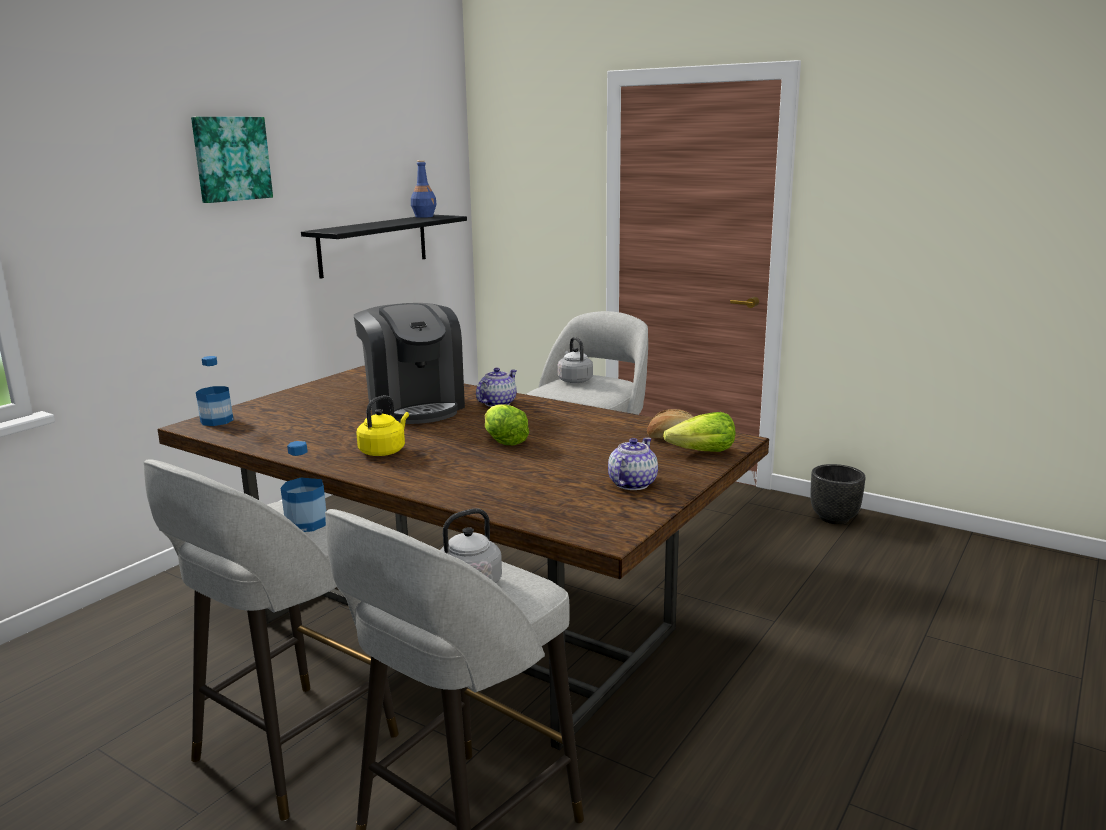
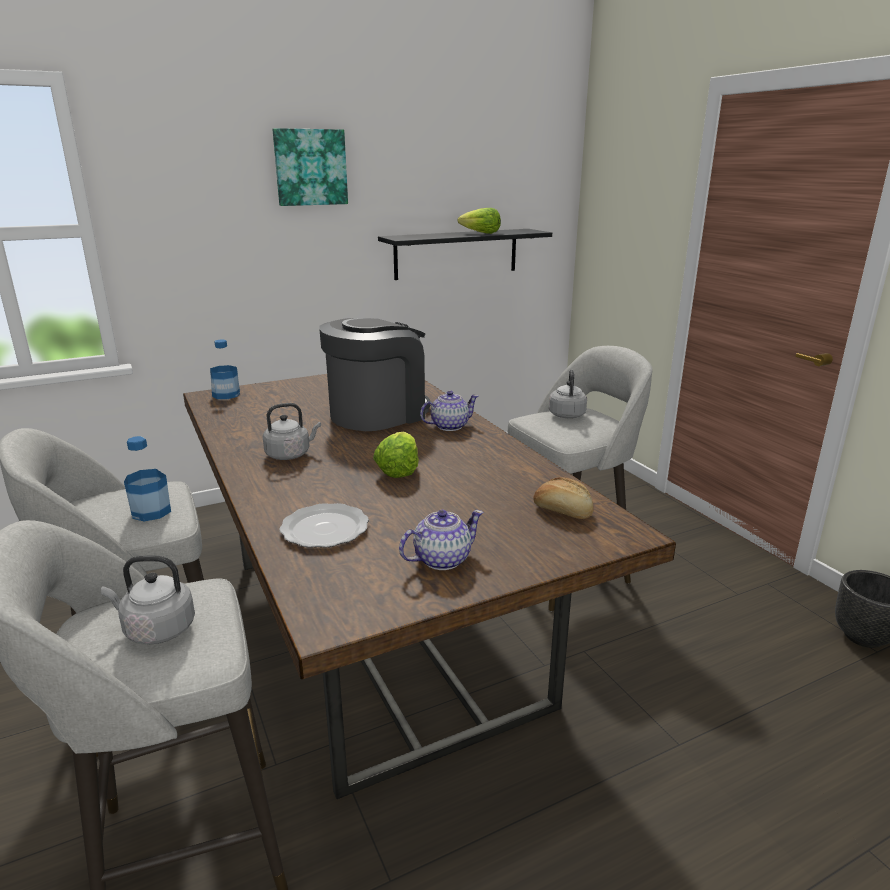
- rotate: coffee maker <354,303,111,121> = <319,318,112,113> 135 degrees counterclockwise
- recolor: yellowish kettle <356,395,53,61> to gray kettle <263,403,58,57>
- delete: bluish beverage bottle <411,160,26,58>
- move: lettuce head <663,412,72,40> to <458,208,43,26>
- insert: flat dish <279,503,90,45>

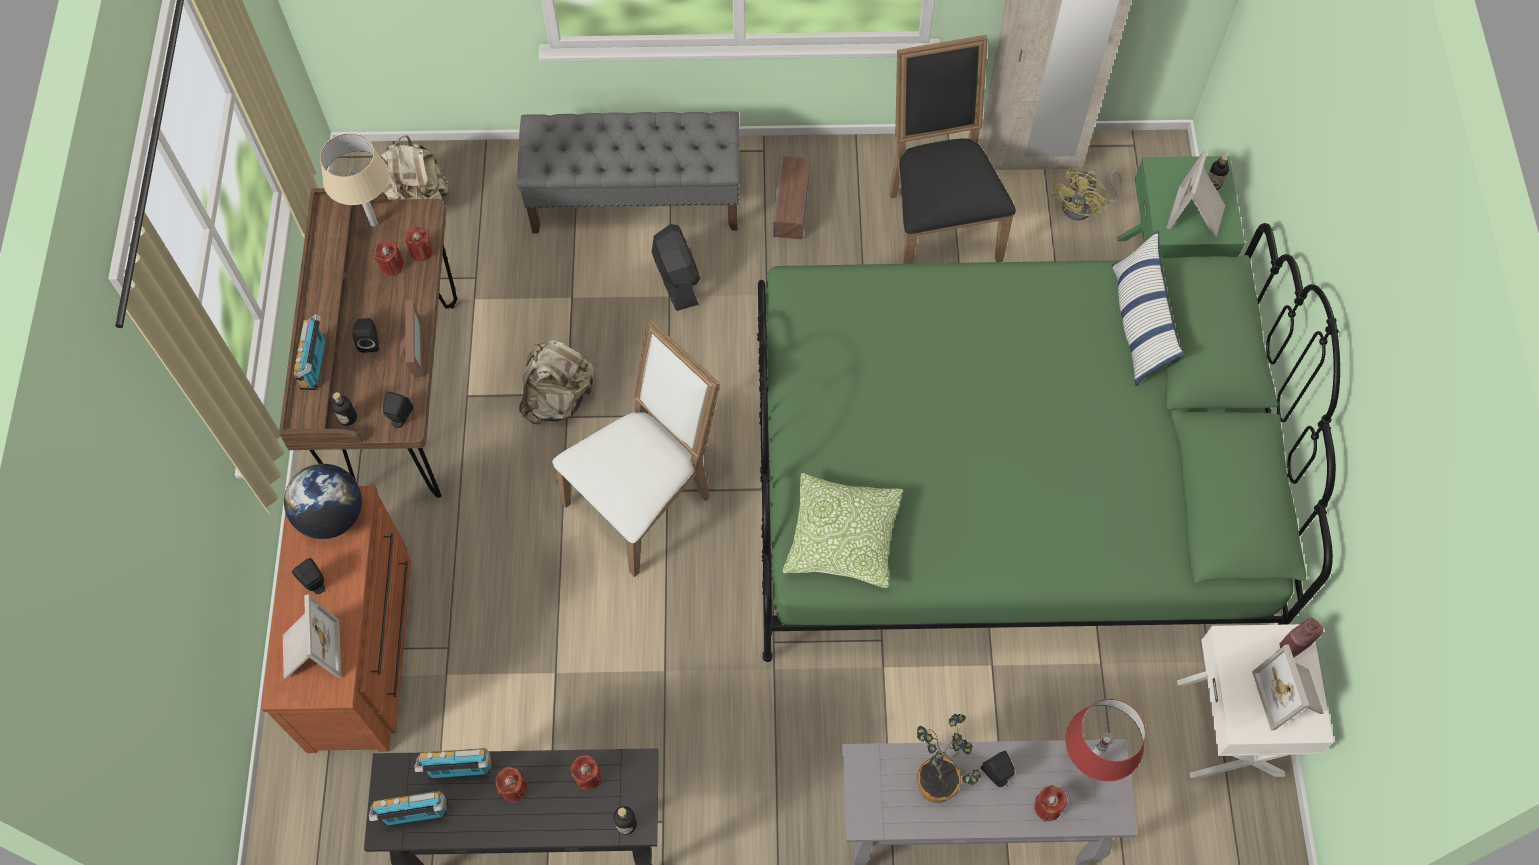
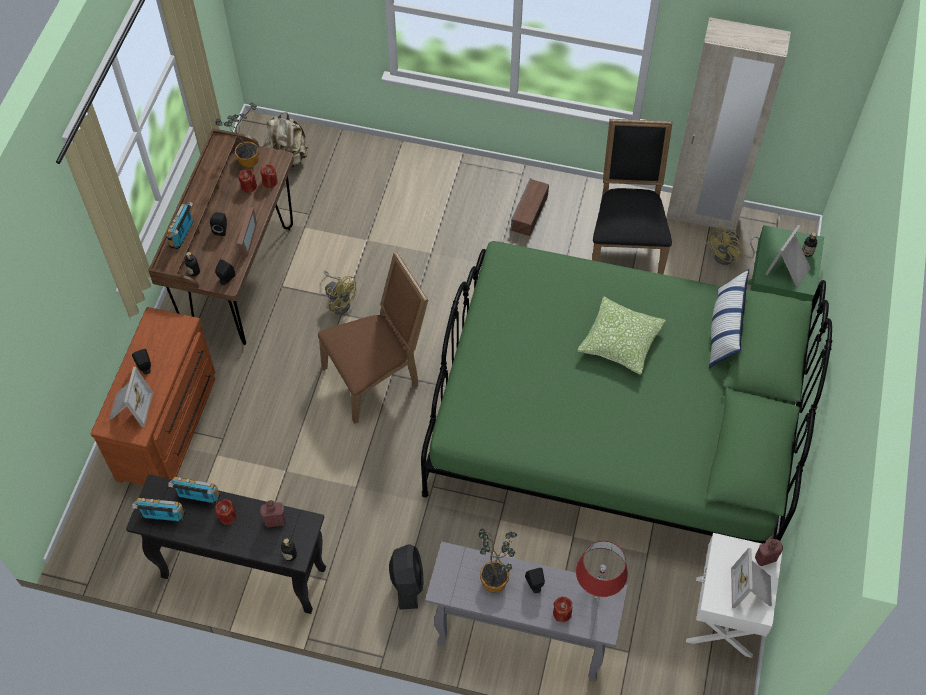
- delete: world globe <284,464,78,75>
- replace: beige lamp for a table <320,133,69,94> to potted plant <215,103,44,64>
- delete: gray bench <517,112,223,122>
- replace: beige rucksack <519,340,75,84> to yellowish electric fan <323,271,34,44>
- recolor: whitish chair <552,320,168,257> to brown chair <318,251,110,173>
- replace: reddish wax candle <570,755,32,35> to reddish beverage bottle <260,500,26,28>
- move: black-coloured electric fan <652,224,48,87> to <389,544,35,66>
- move: pillow <783,473,120,115> to <577,297,89,78>

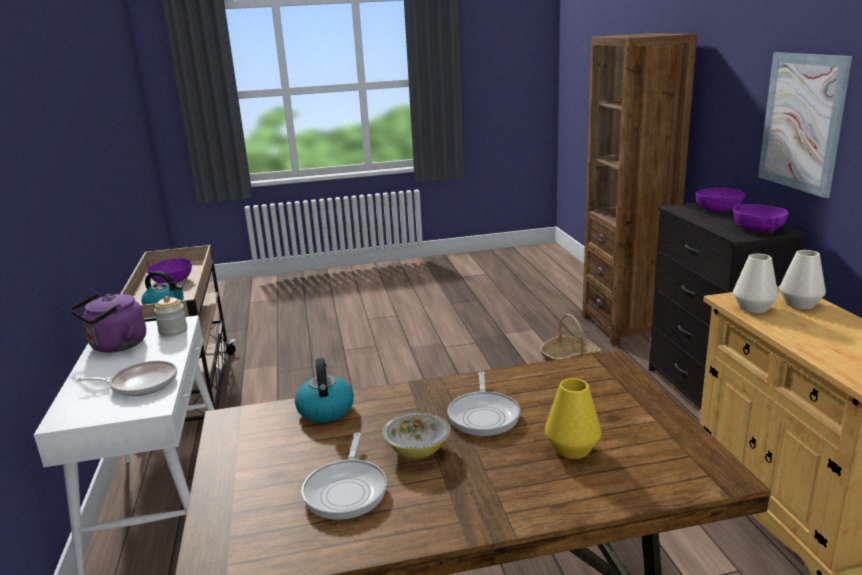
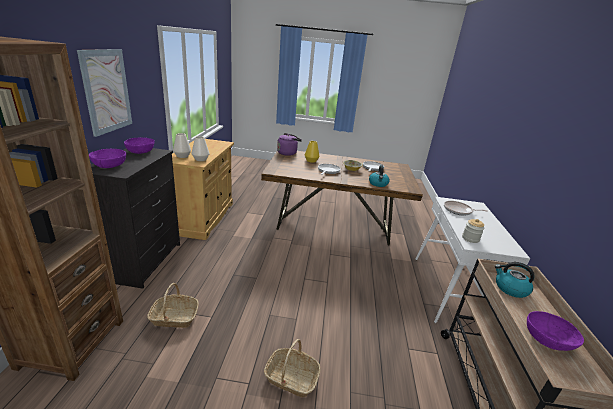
- move: purple-coloured kettle <70,293,76,60> to <277,133,25,23>
- insert: household basket <264,339,56,58>

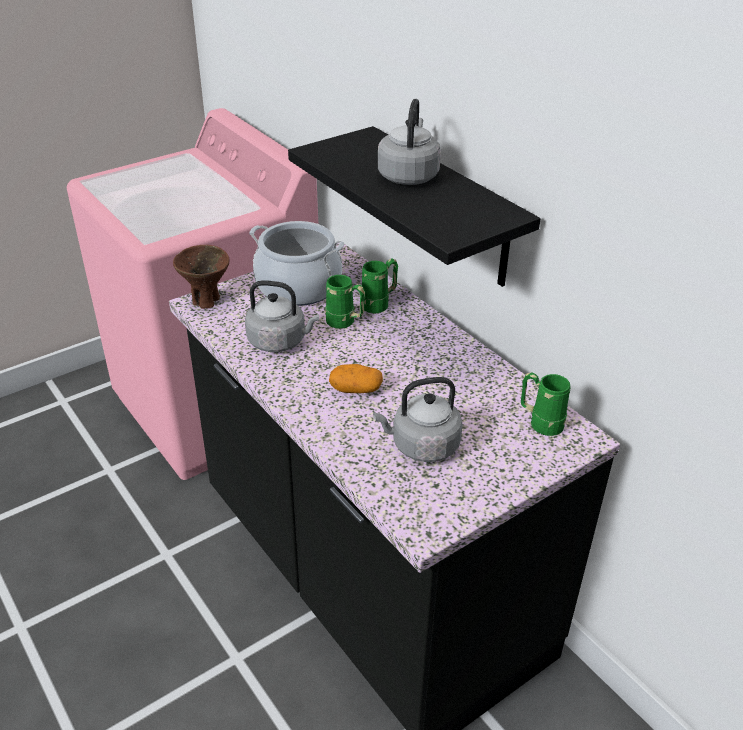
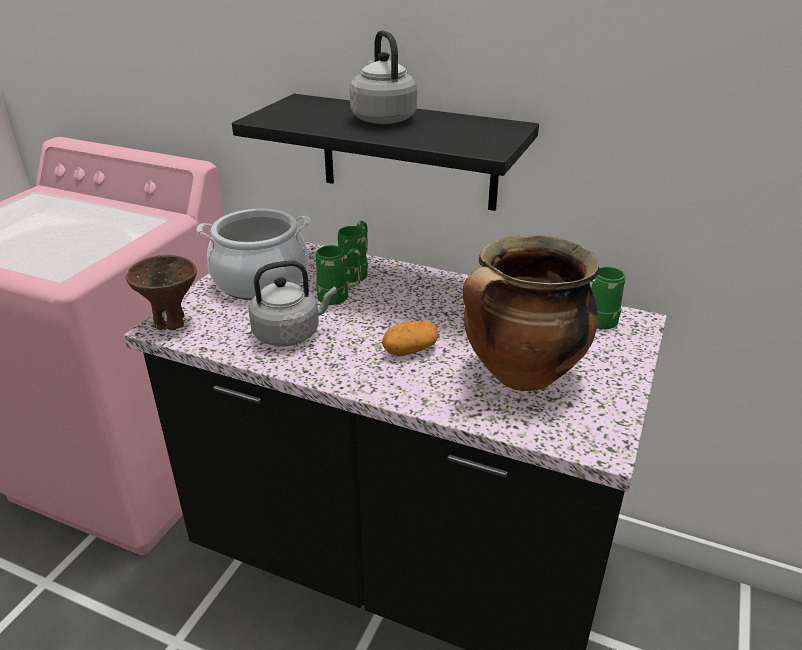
- replace: gray kettle <373,377,90,85> to stockpot <463,236,136,155>

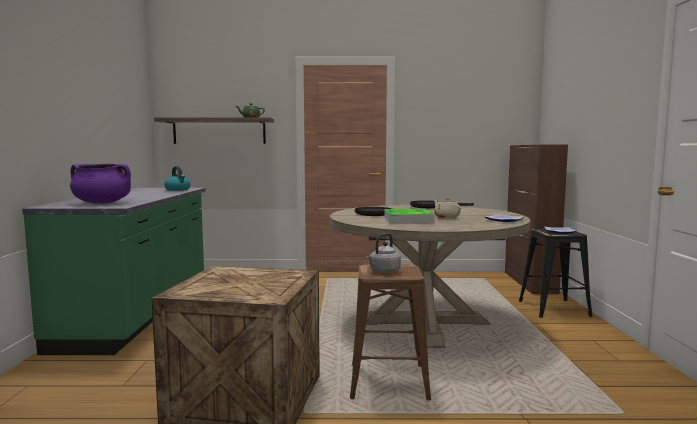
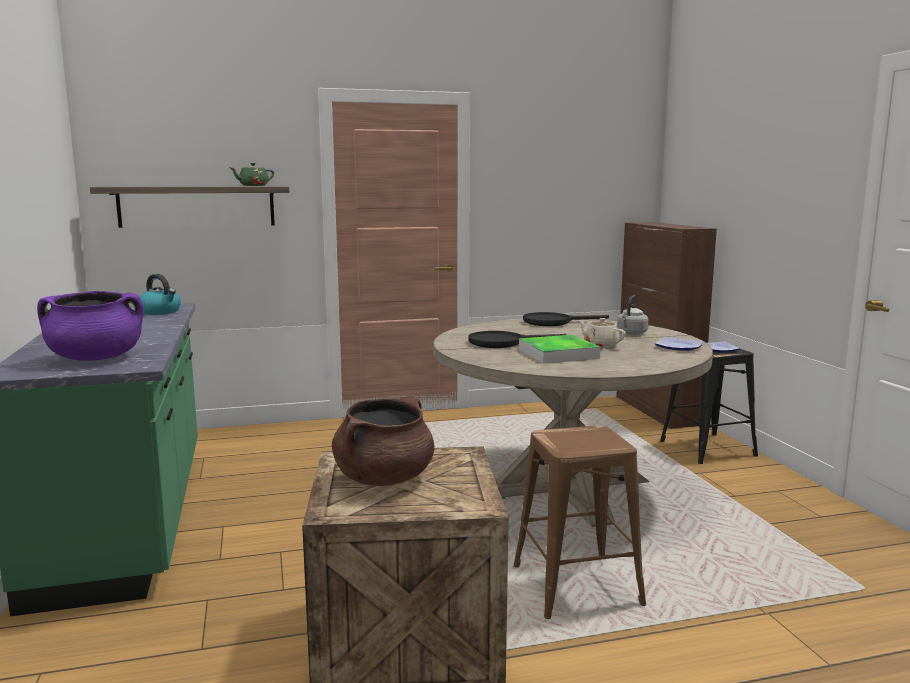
- move: gray kettle <366,233,35,40> to <617,295,32,40>
- insert: brown stockpot <332,396,102,90>

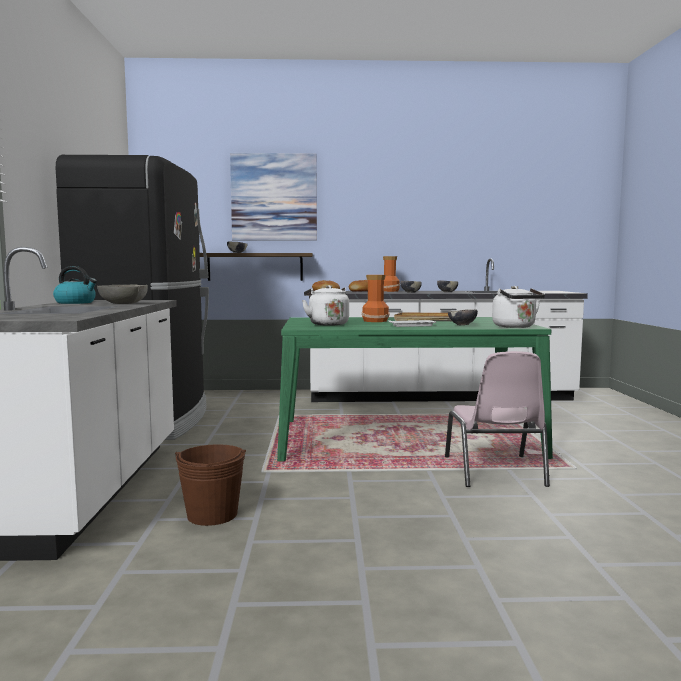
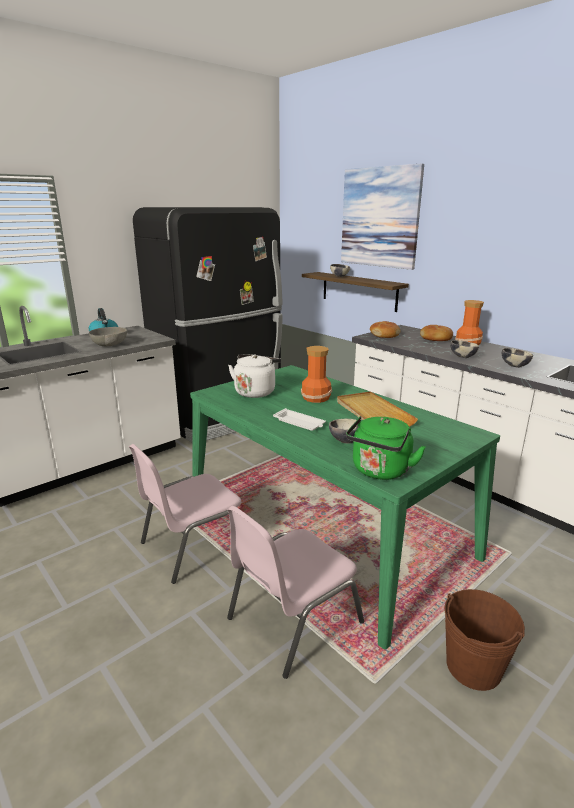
- move: brown pail <175,444,71,82> to <444,589,81,102>
- recolor: whitish kettle <492,286,53,42> to green kettle <346,416,80,64>
- insert: pink chair <129,444,112,140>

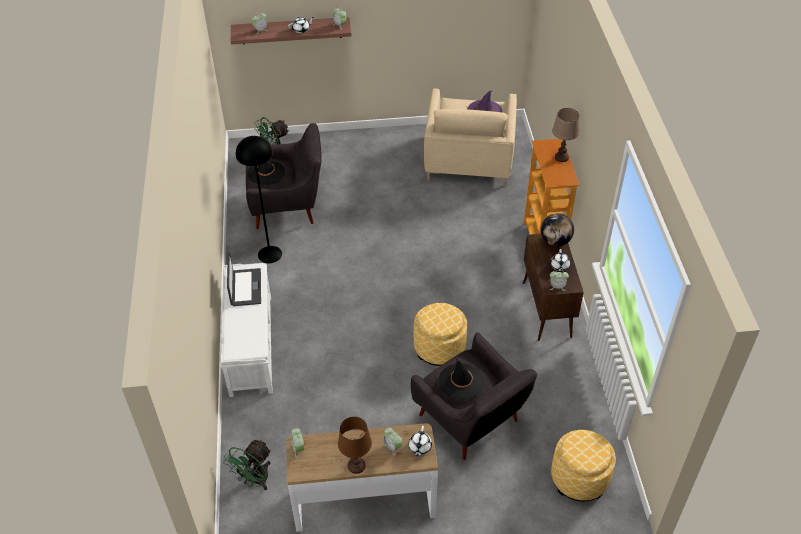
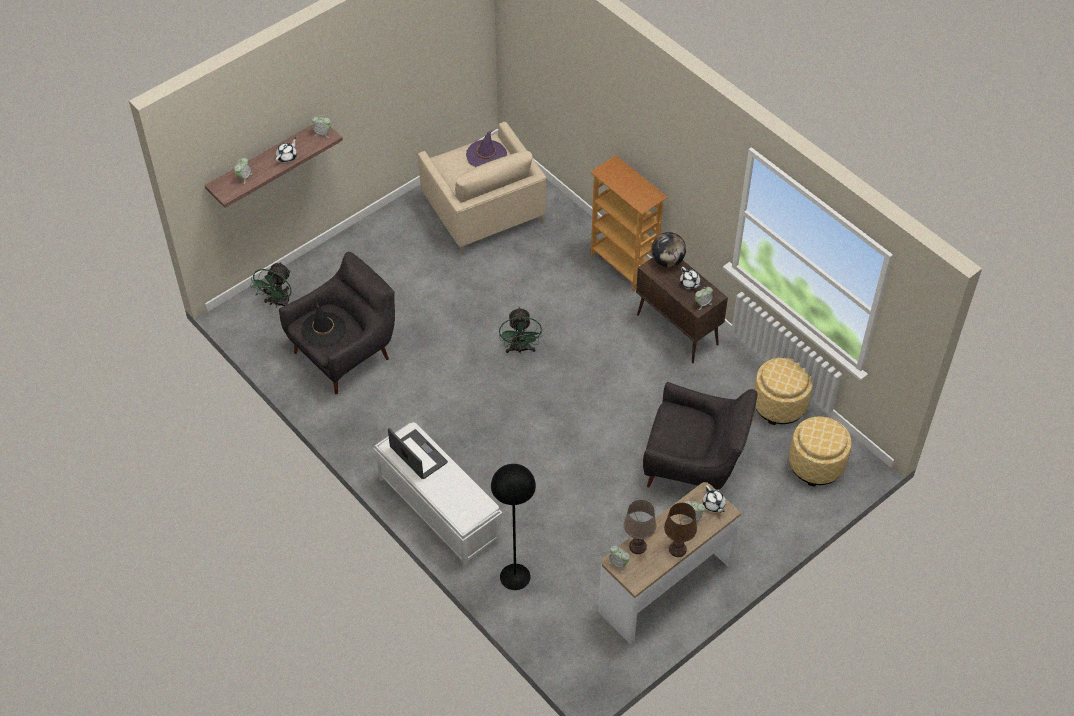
- move: green electric fan <224,440,47,50> to <499,307,43,47>
- move: black-coloured standing lamp <236,136,46,127> to <491,464,45,126>
- move: footrest <413,303,54,63> to <754,358,59,67>
- delete: black-coloured wearable hat <438,357,46,43>
- move: brown lamp for a table <552,108,27,54> to <624,500,32,54>

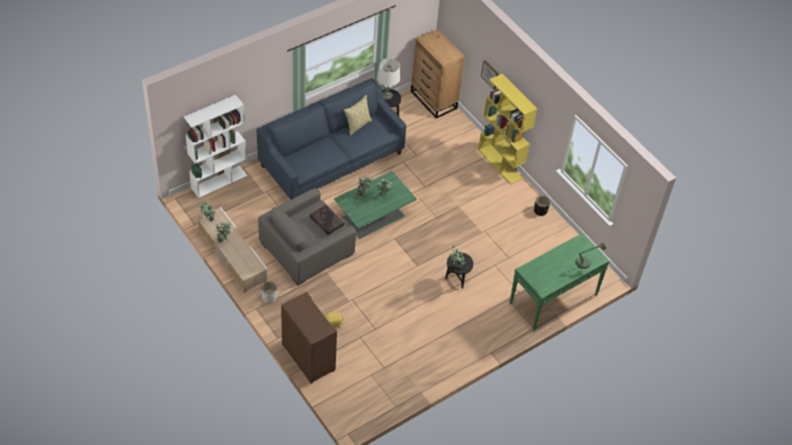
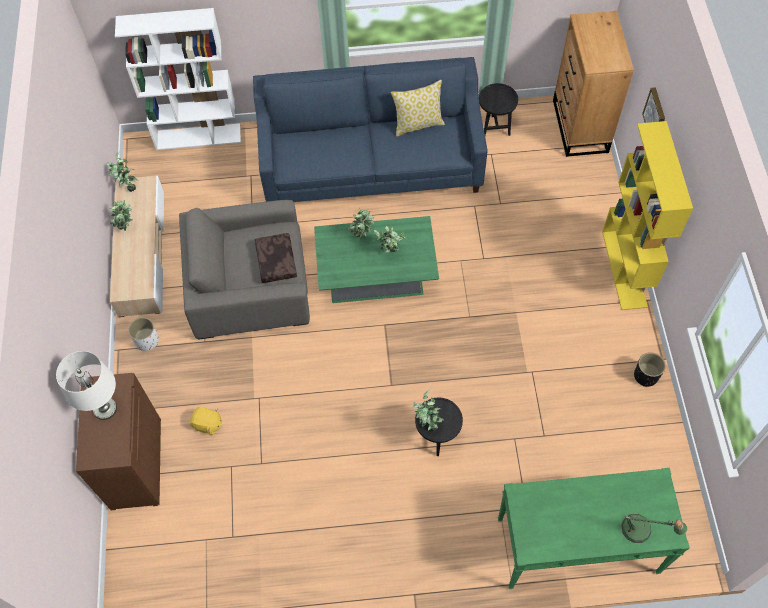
- move: whitish lamp for a table <377,58,23,42> to <56,351,61,69>

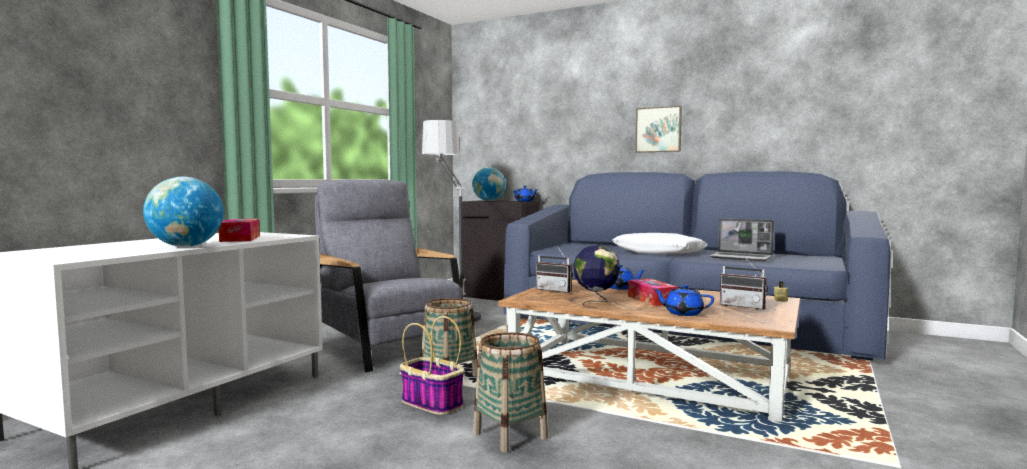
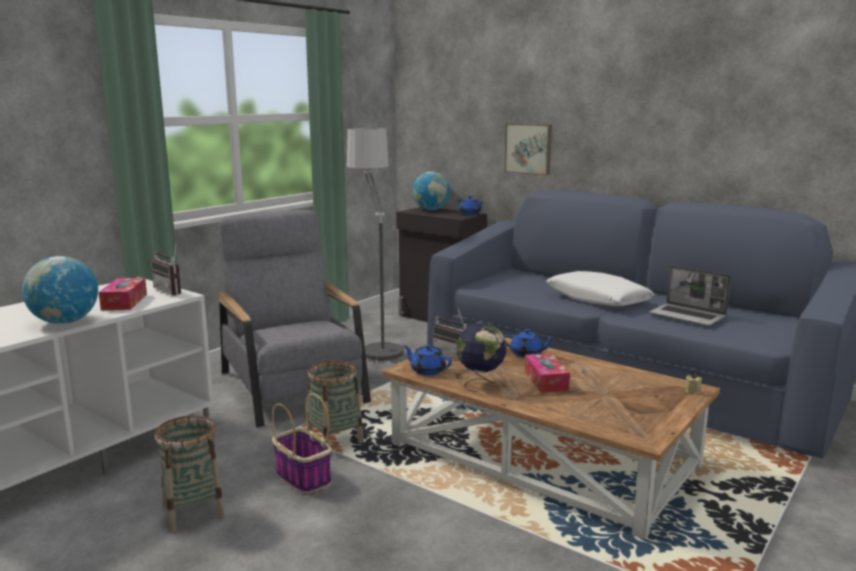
- move: household basket <473,332,75,121> to <155,415,70,117>
- move: picture <635,106,47,47> to <504,123,48,52>
- move: bluish pot for tea <653,285,61,31> to <403,345,49,31>
- move: radio <720,255,48,55> to <151,244,30,51>

